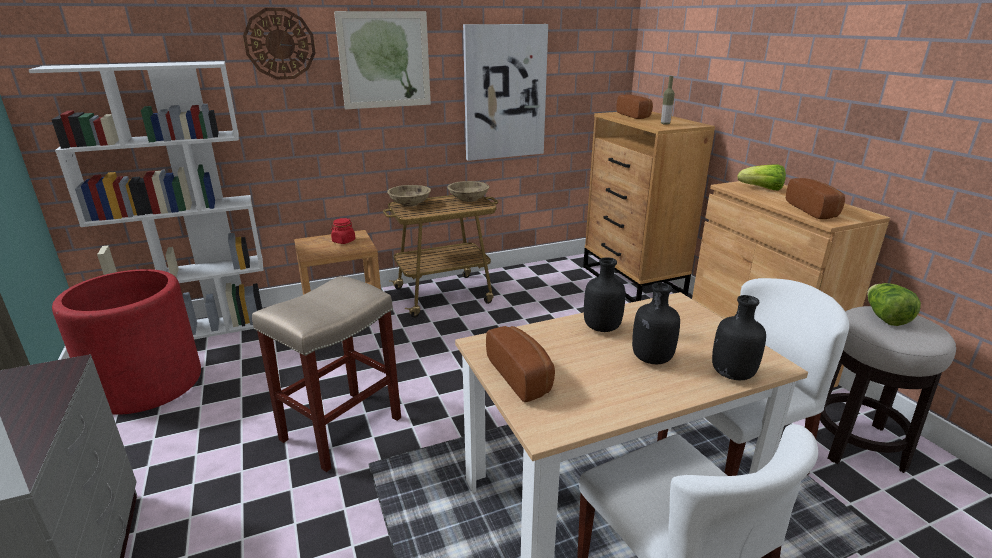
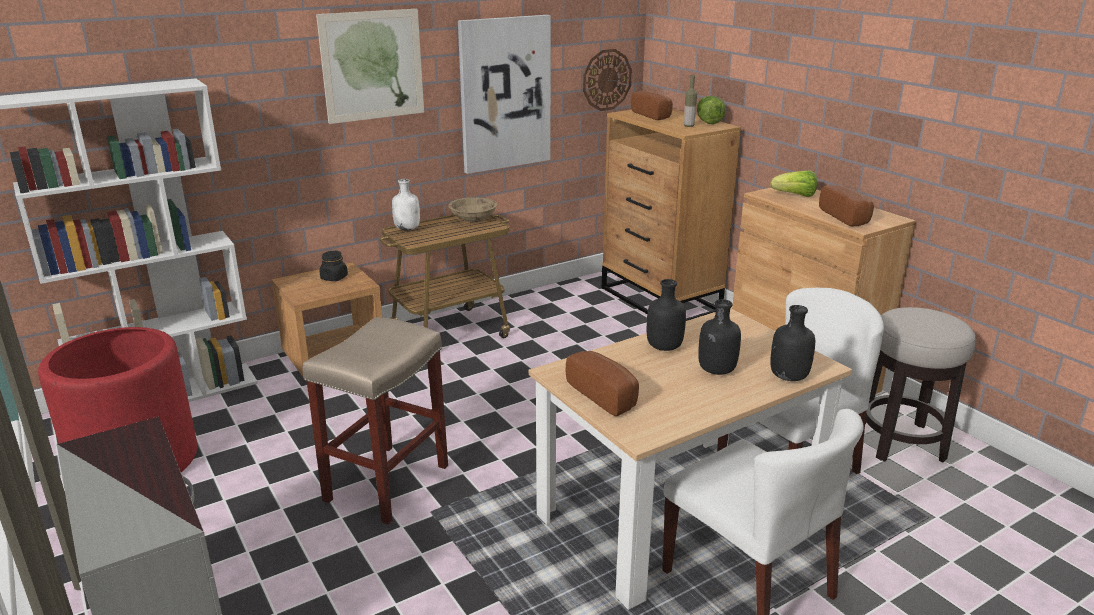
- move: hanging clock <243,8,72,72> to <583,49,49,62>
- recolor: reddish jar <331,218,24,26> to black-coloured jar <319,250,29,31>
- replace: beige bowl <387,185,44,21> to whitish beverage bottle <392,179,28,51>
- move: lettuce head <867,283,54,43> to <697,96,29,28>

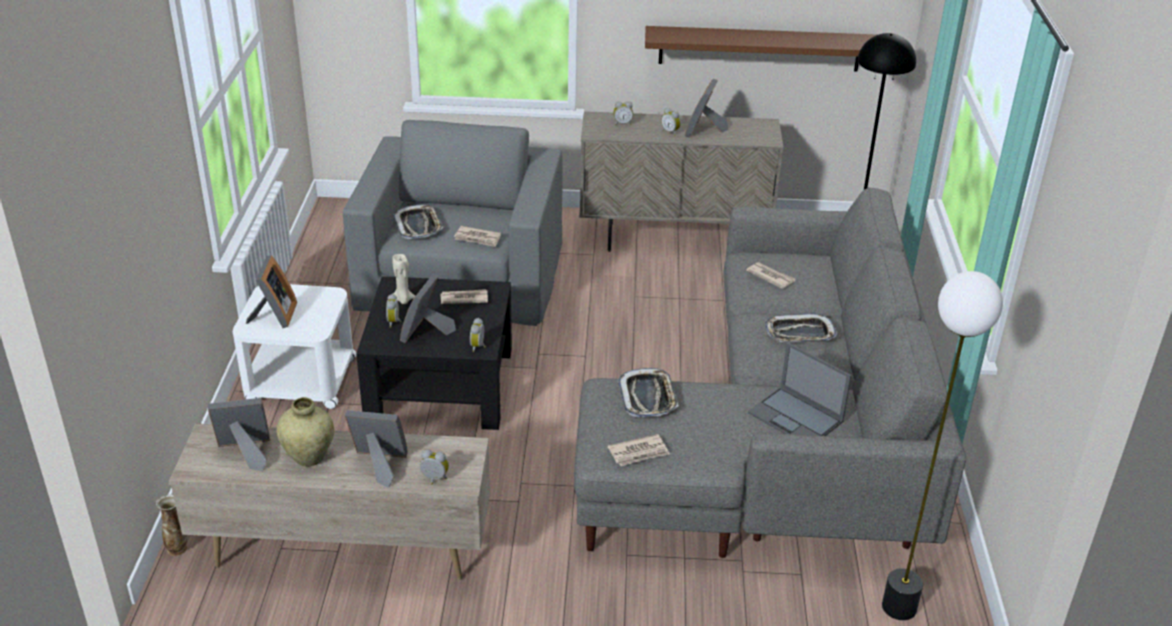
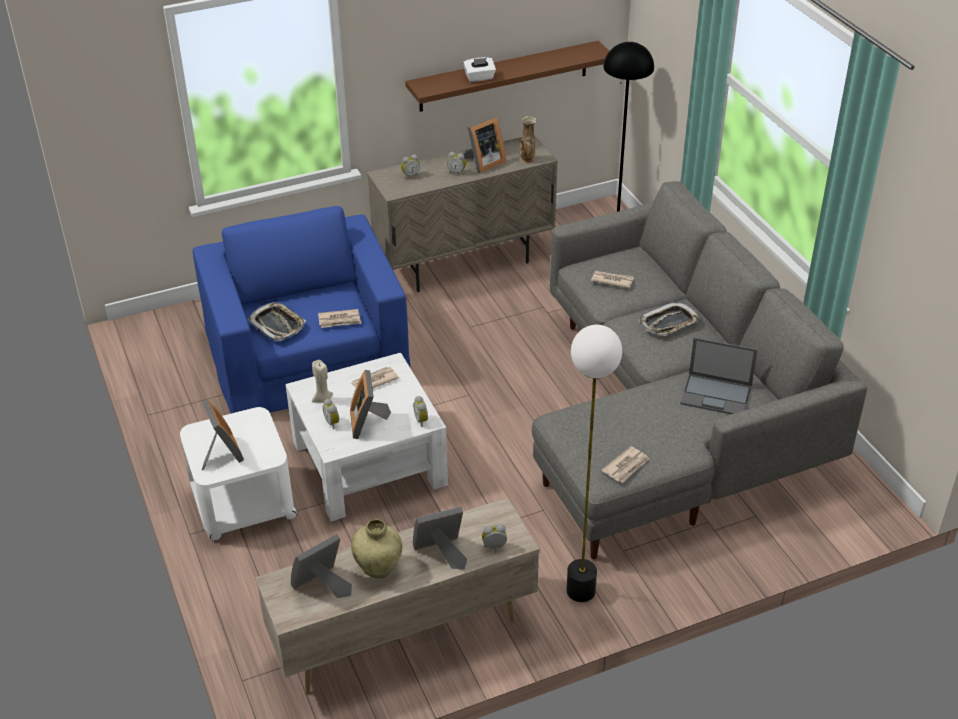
- move: decorative vase <156,494,31,62> to <519,116,18,47>
- recolor: gray easy chair <343,120,220,206> to bluish easy chair <193,206,217,207>
- recolor: black-coloured coffee table <356,276,156,154> to whitish coffee table <285,353,163,168>
- delete: tray <618,368,61,49>
- rotate: photo frame <685,78,44,60> = <463,116,43,57> 120 degrees counterclockwise
- move: standing lamp <882,271,121,349> to <566,325,56,277>
- insert: whitish tissue holder <463,57,33,25>

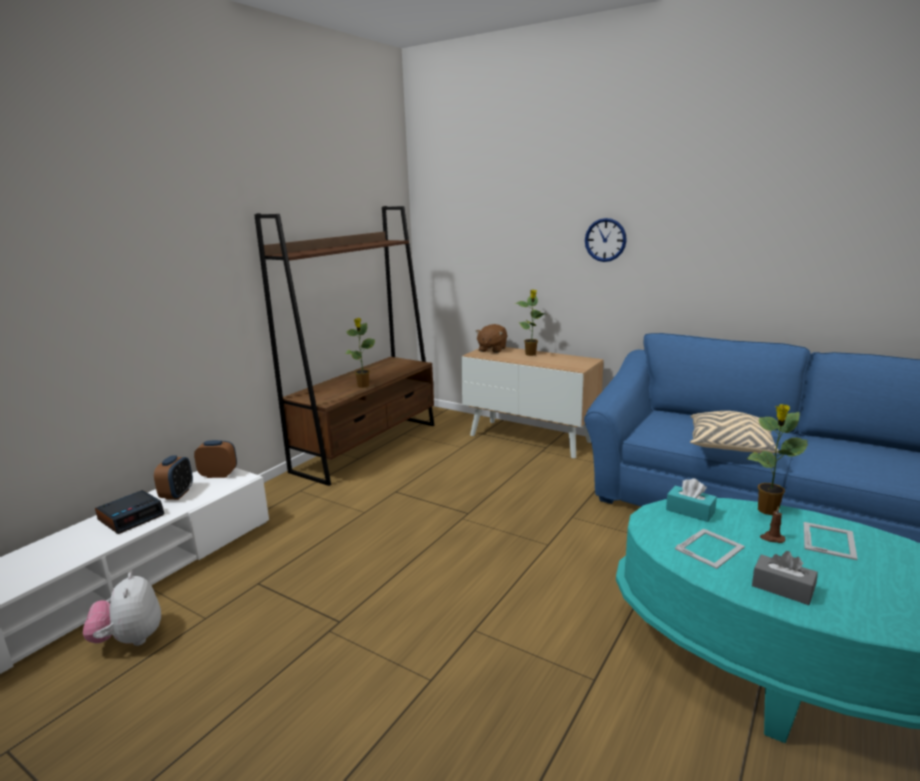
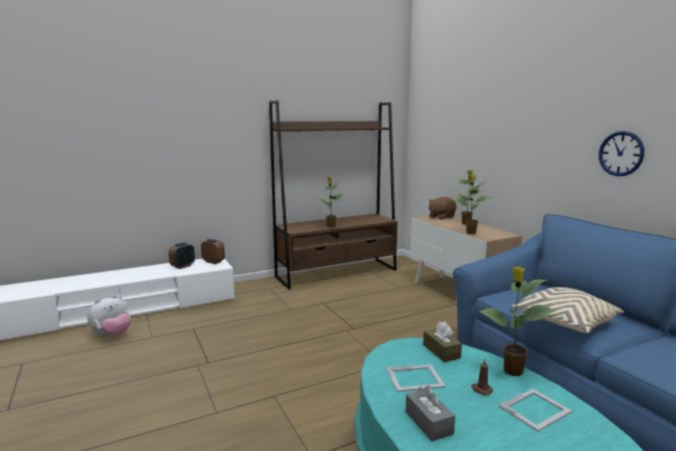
- rotate: cuddly toy <83,573,78,73> = <87,295,44,42> 150 degrees counterclockwise
- delete: alarm clock <95,490,70,44>
- move: hanging clock <585,218,42,44> to <599,131,45,45>
- recolor: turquoise-coloured tissue holder <666,478,51,44> to brown tissue holder <423,322,39,40>
- insert: potted plant <452,175,39,59>

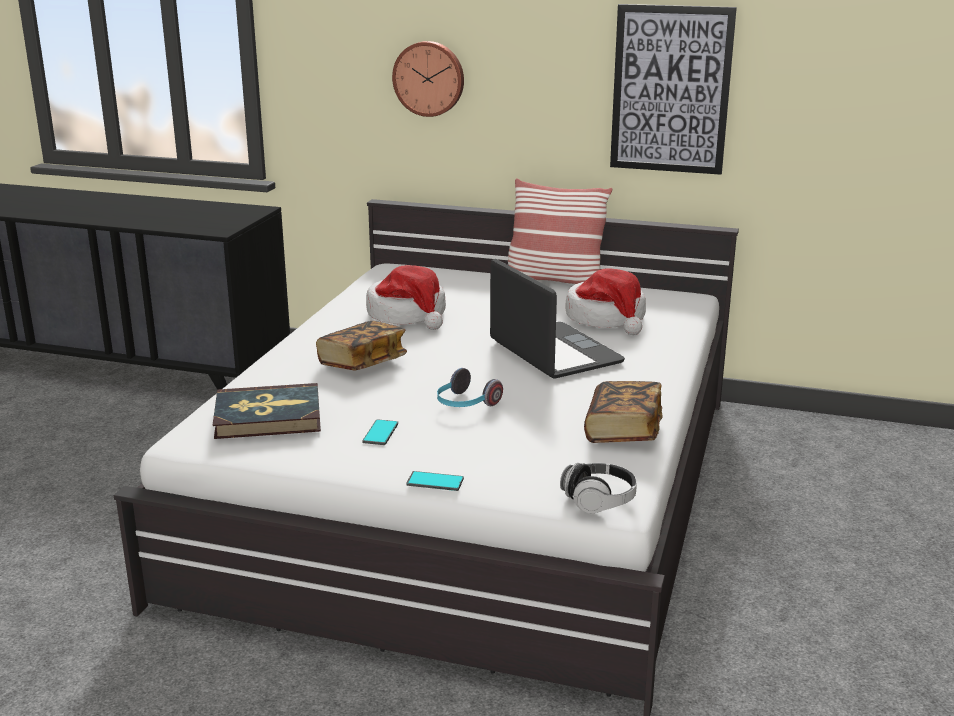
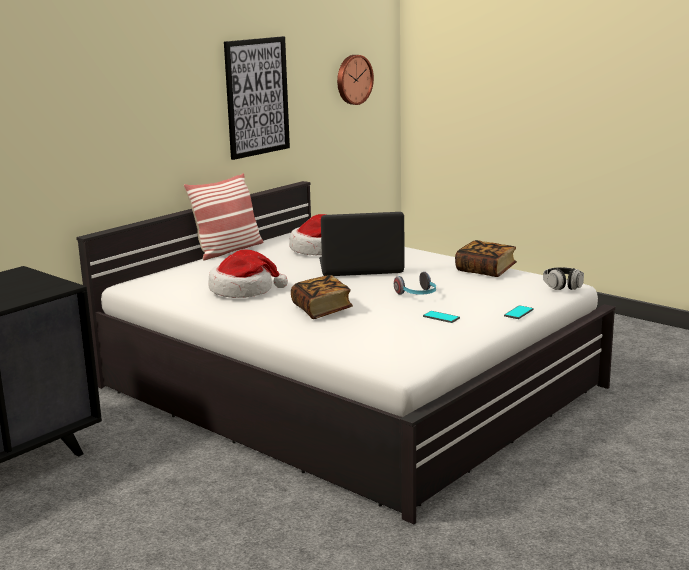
- delete: book <213,383,108,56>
- move: hanging clock <392,41,72,76> to <337,55,37,50>

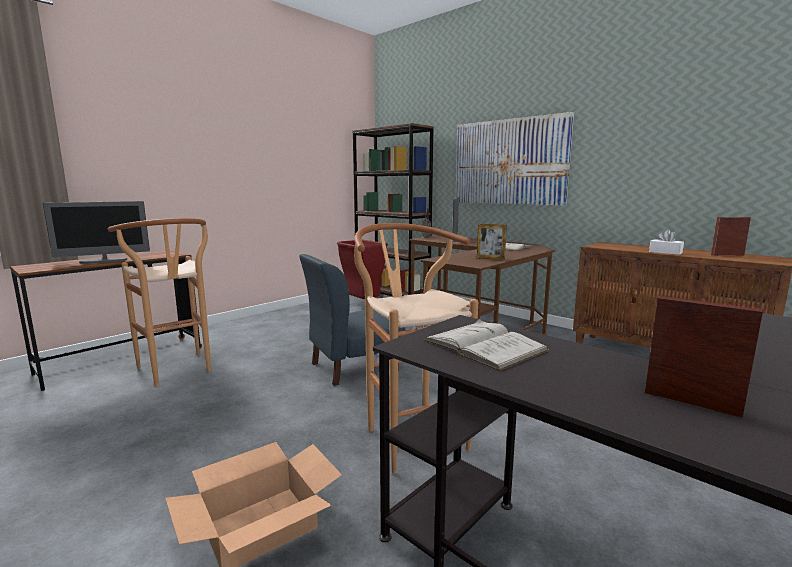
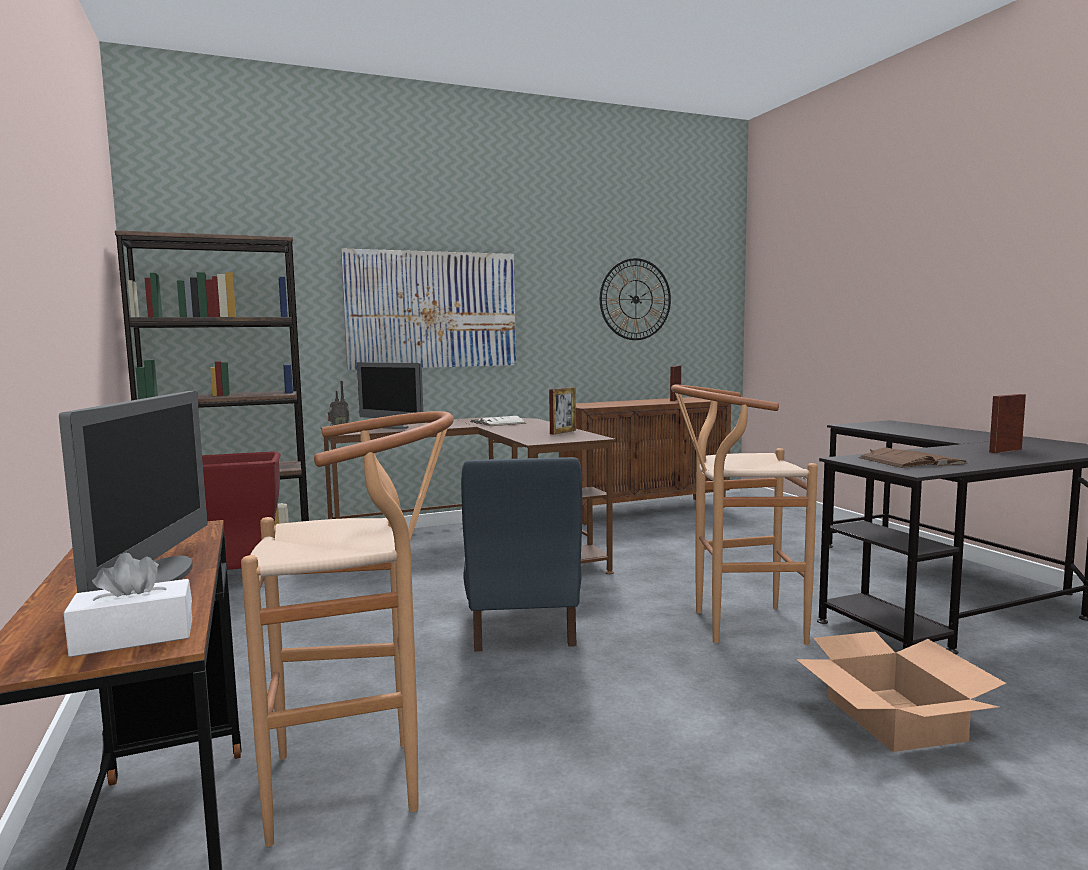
- recolor: whitish book <424,319,125,52> to brown book <859,448,109,20>
- move: whitish tissue holder <649,230,35,25> to <64,553,128,104>
- insert: hanging clock <600,258,71,82>

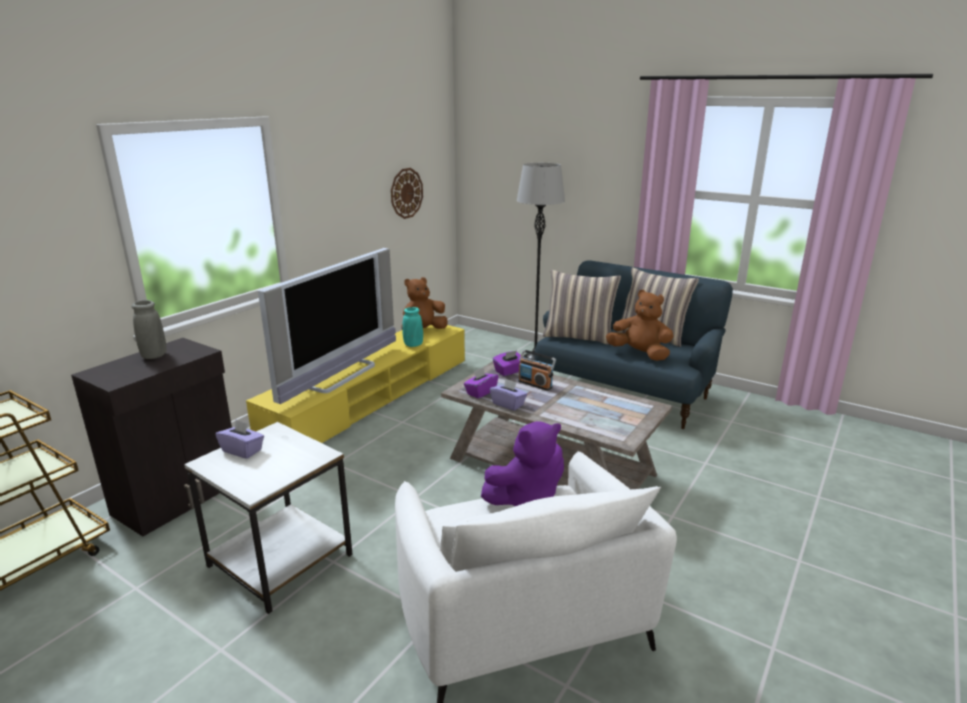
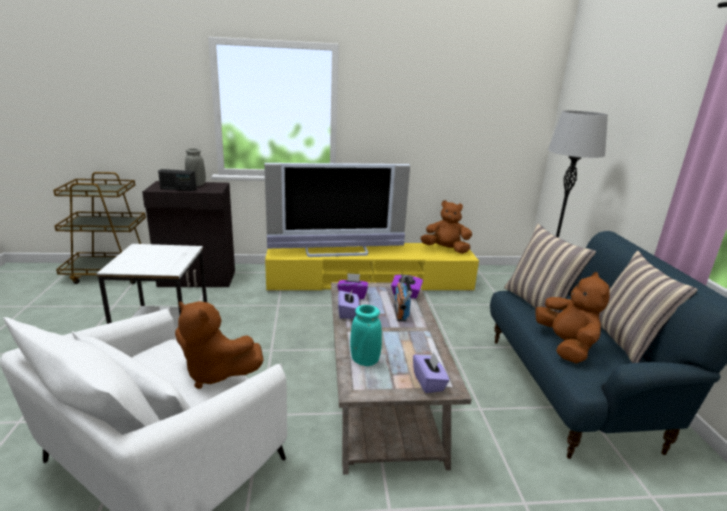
- move: purple-coloured tissue holder <216,419,48,40> to <413,352,36,41>
- delete: hanging clock <391,168,32,51>
- move: turquoise-coloured decorative vase <402,307,21,40> to <350,305,32,61>
- recolor: purple-coloured cuddly toy <481,421,83,85> to brown cuddly toy <175,301,89,88>
- insert: radio <158,169,38,22>

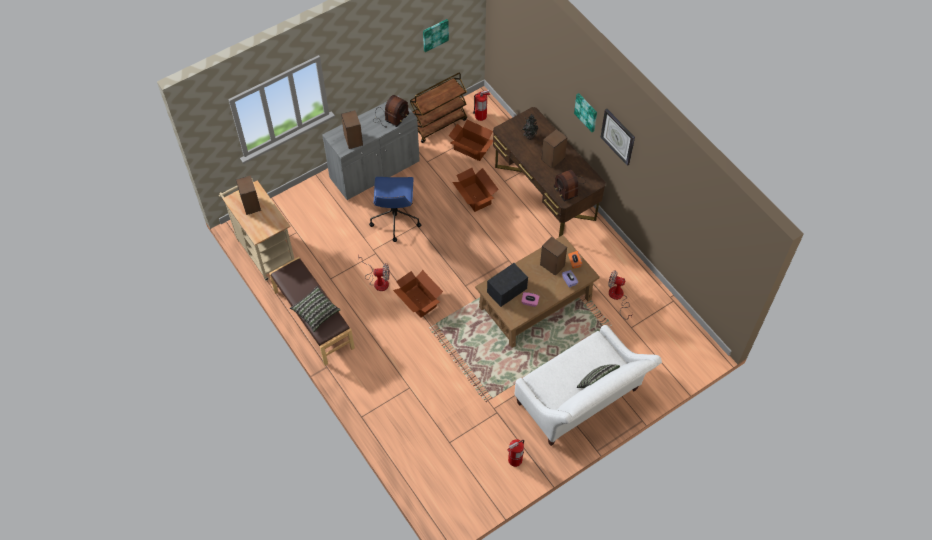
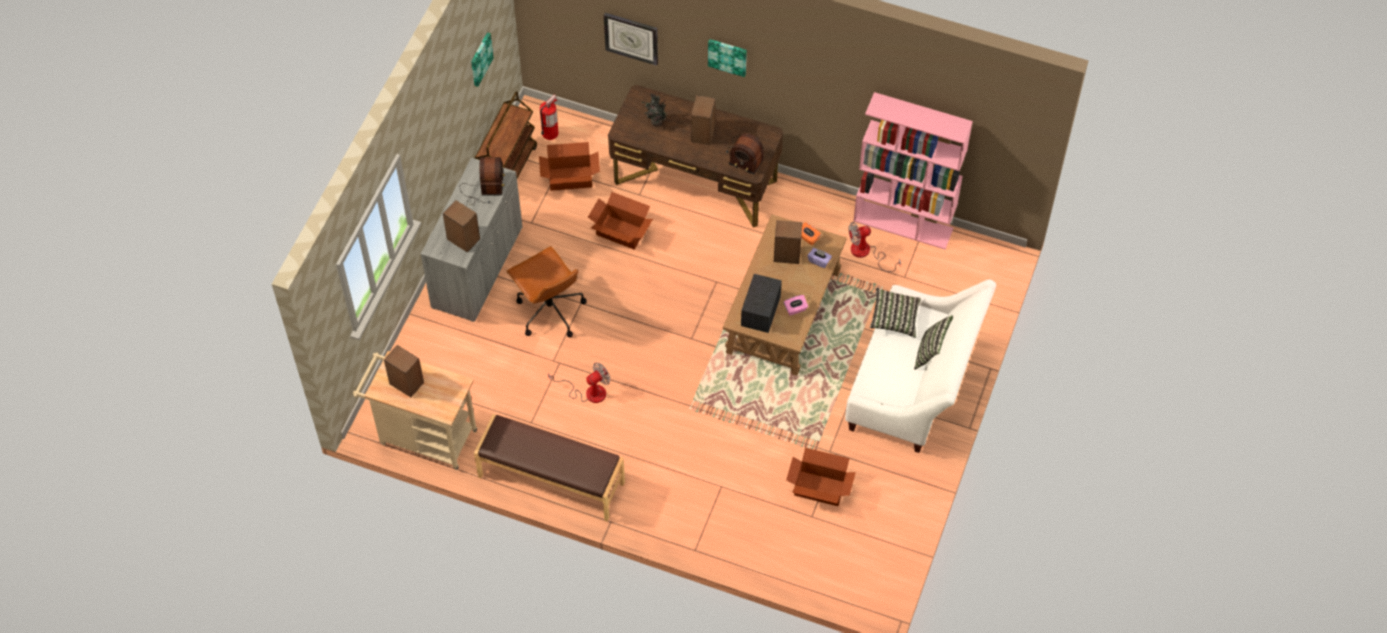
- move: pillow <290,286,50,46> to <870,288,51,50>
- recolor: bluish computer chair <369,177,52,65> to brown computer chair <507,246,80,91>
- move: carton <393,270,50,48> to <786,448,70,58>
- delete: fire-fighting cylinder <507,439,17,28>
- move: hanging clock <601,109,34,57> to <604,13,54,53>
- insert: pink bookshelf <853,92,120,157>

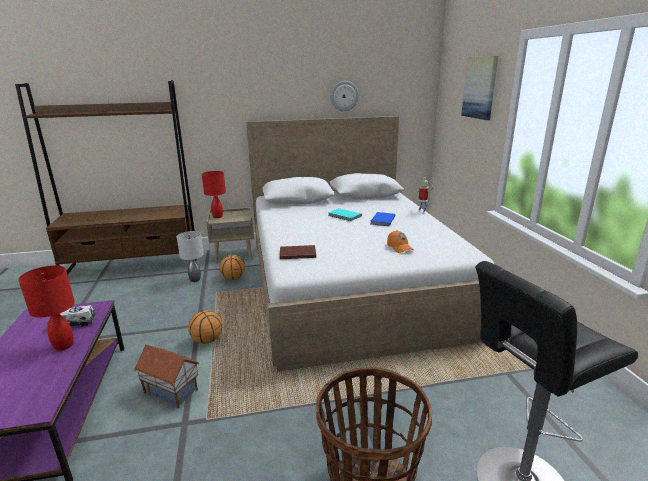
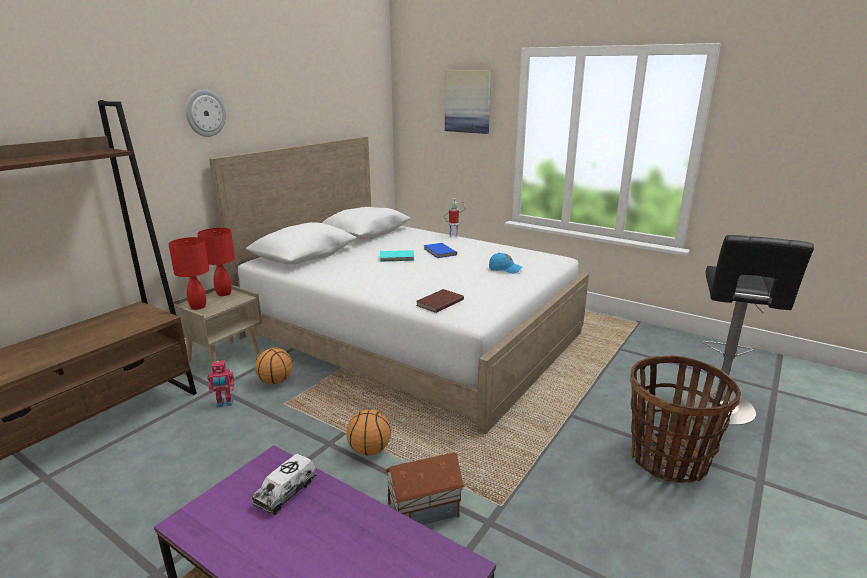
- move: reddish lamp for a table <18,265,57,86> to <197,228,38,68>
- replace: gray lamp for a table <177,231,27,51> to toy robot <207,360,27,48>
- move: hanging clock <331,81,28,30> to <186,90,40,47>
- recolor: orangey peaked cap <387,230,26,23> to bluish peaked cap <489,253,33,21>

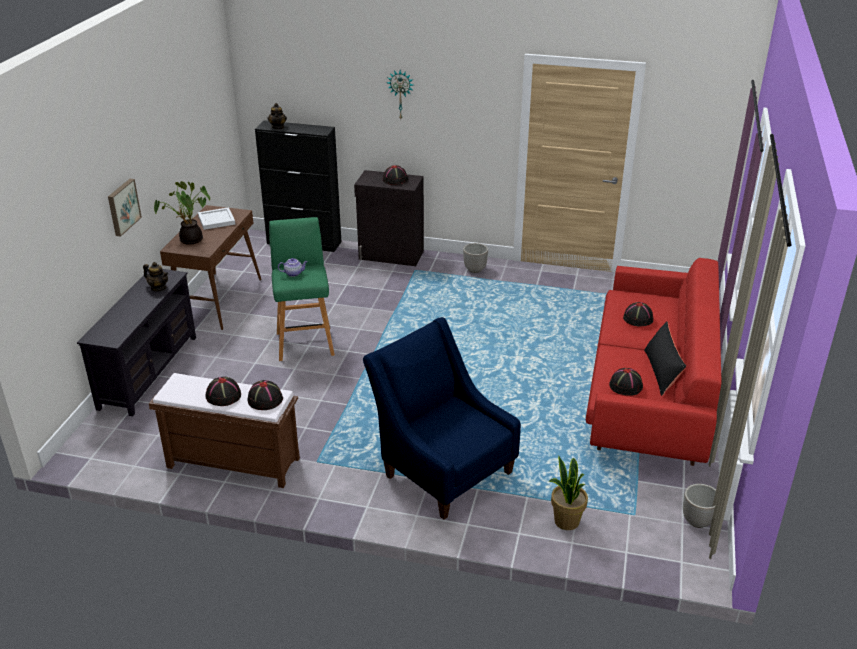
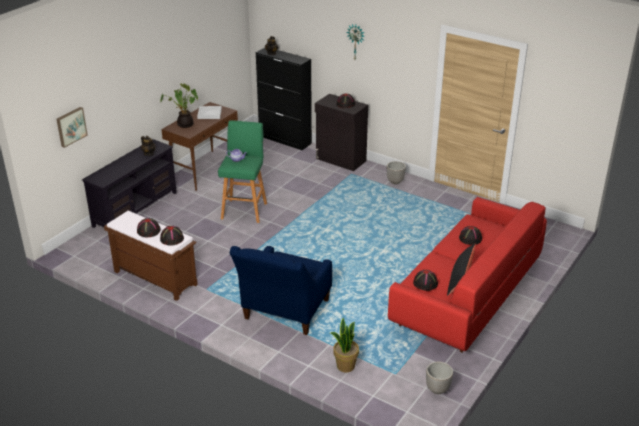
- move: picture <108,179,34,58> to <56,107,32,41>
- rotate: bluish easy chair <363,317,158,202> = <230,246,102,89> 135 degrees counterclockwise

